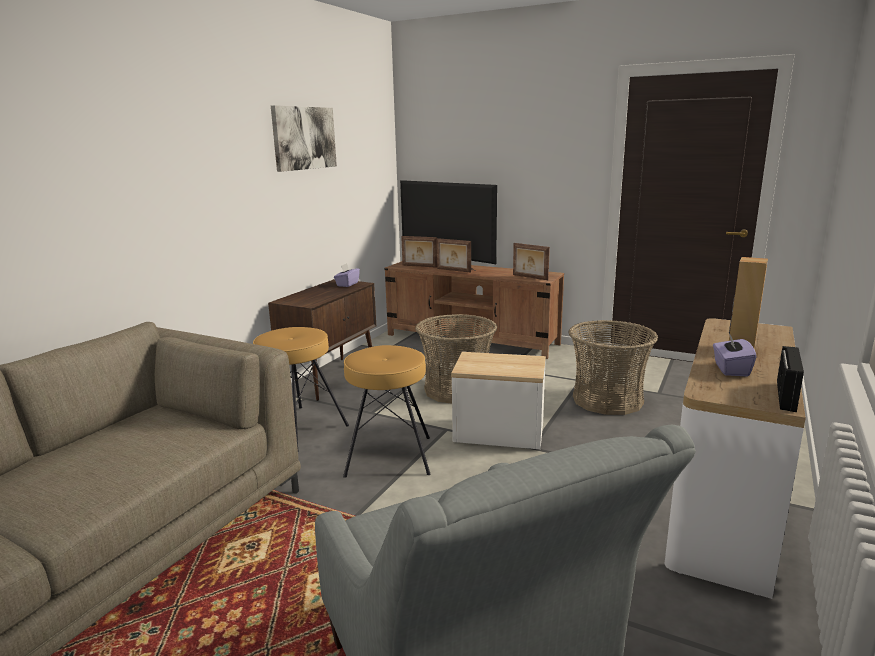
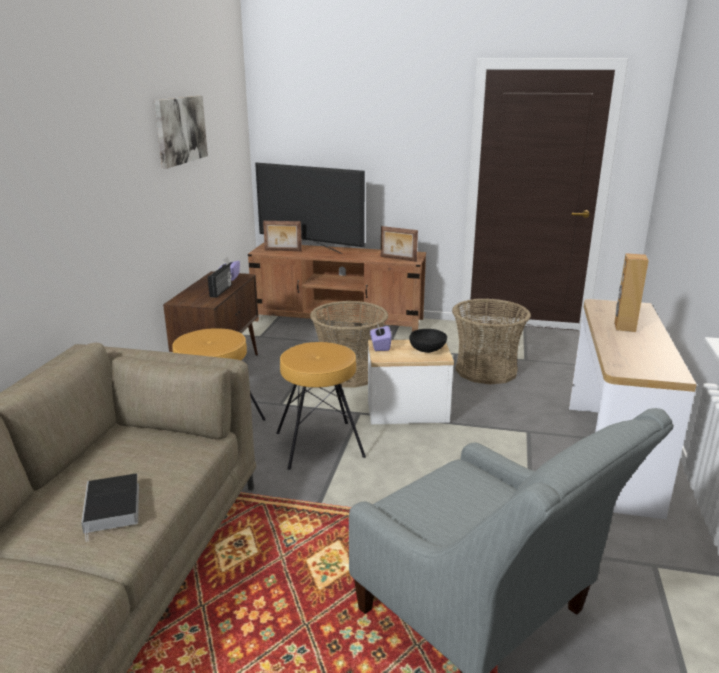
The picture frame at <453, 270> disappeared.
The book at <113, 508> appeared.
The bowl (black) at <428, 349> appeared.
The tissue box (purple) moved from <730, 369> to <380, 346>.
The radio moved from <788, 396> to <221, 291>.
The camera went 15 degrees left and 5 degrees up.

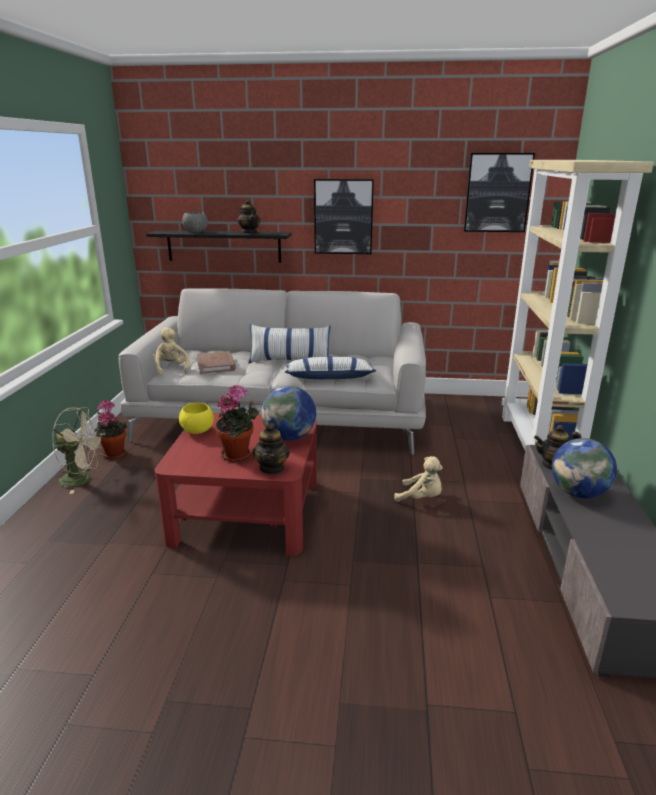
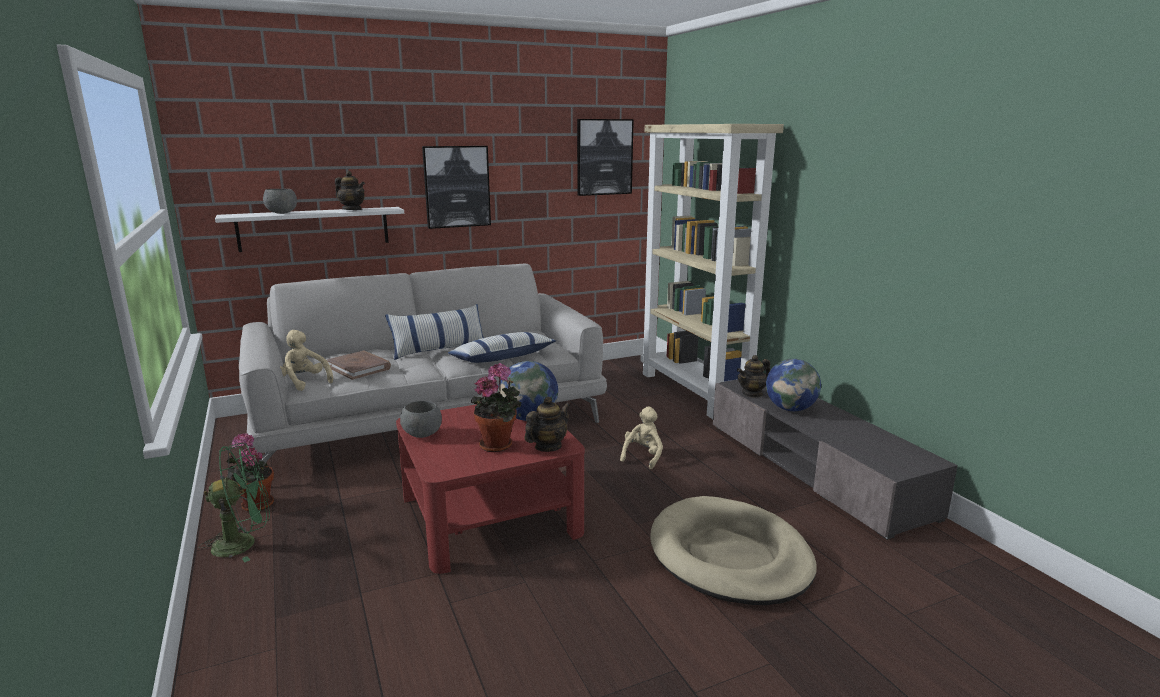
The dog bed (beige) at <729, 556> appeared.
The fan (beige) at <82, 479> became the fan (green) at <244, 543>.
The shelf (black) at <224, 246> became the shelf (white) at <314, 228>.
The bowl (yellow) at <197, 431> became the bowl (grey) at <421, 435>.
The teapot at <272, 468> turned 105 degrees counterclockwise.
The plush toy (beige) at <421, 498> turned 60 degrees counterclockwise.
The camera went 30 degrees left and 5 degrees down.

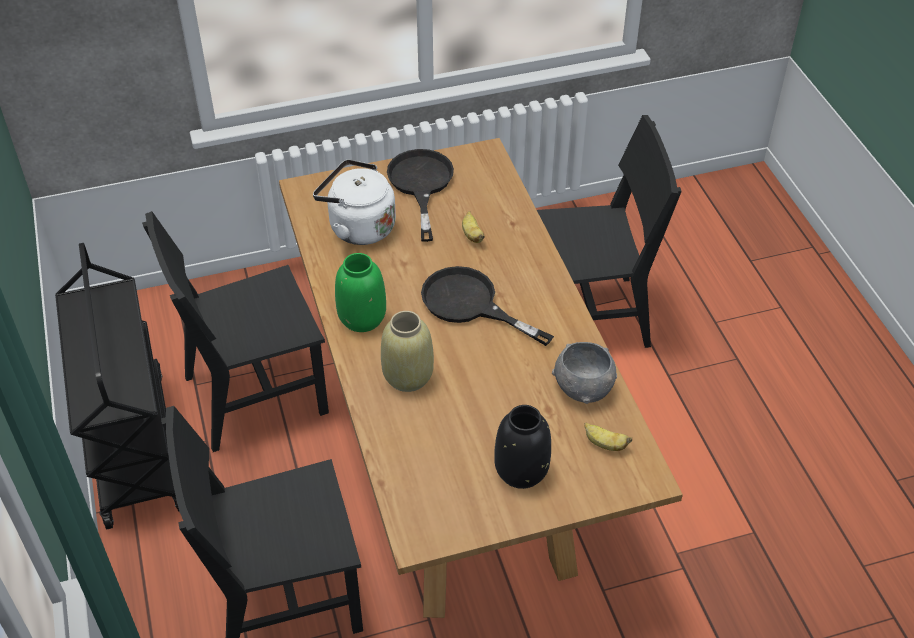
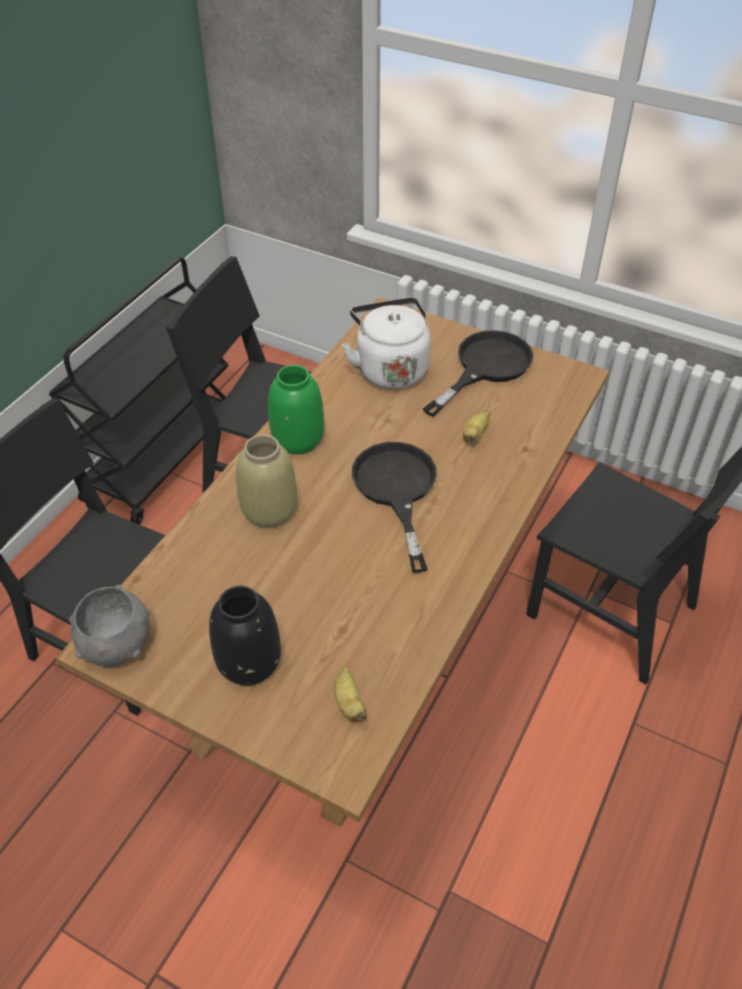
The bowl (grey) moved from <583, 387> to <118, 644>.
The camera went 45 degrees right and 0 degrees up.

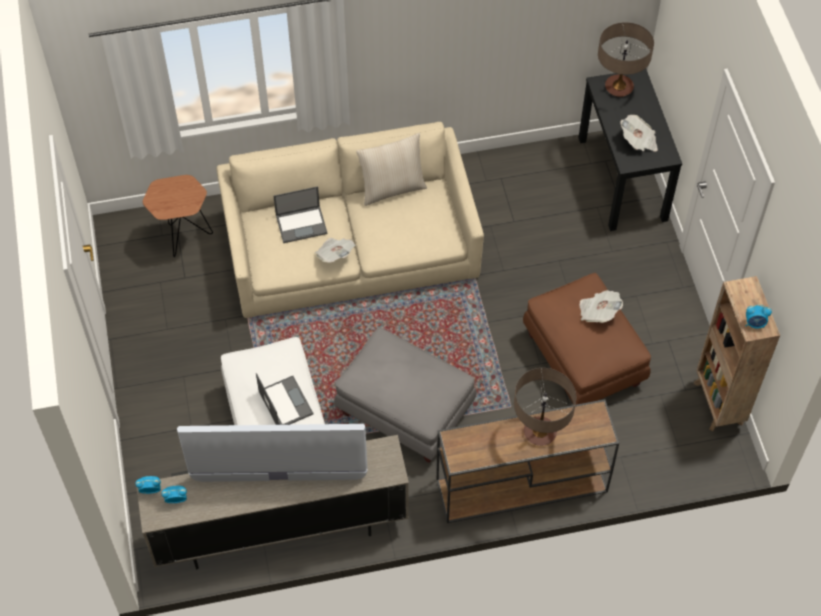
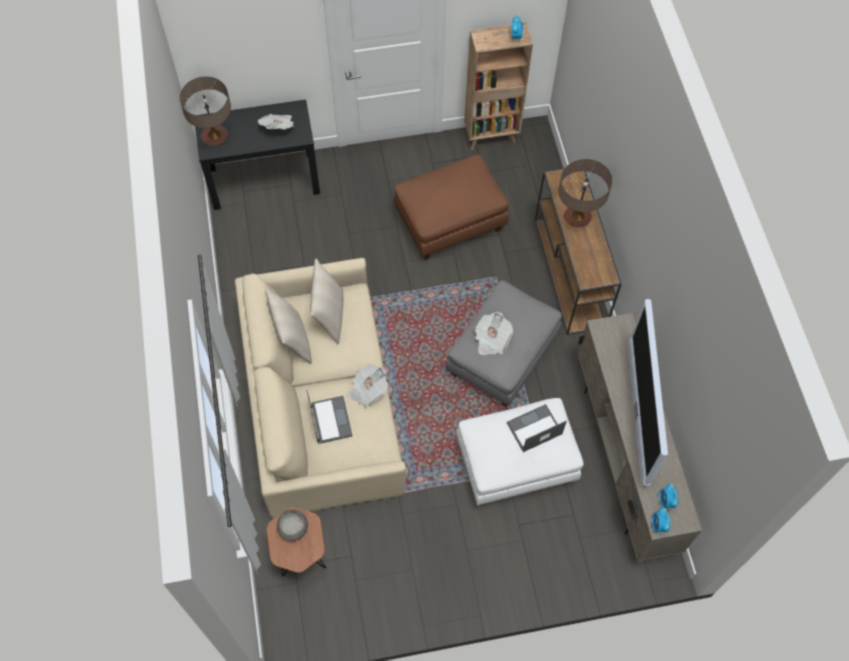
The bowl (grey) at <293, 528> appeared.
The pillow (beige) at <329, 315> appeared.
The newspaper moved from <598, 312> to <491, 340>.
The camera went 90 degrees left and 5 degrees up.

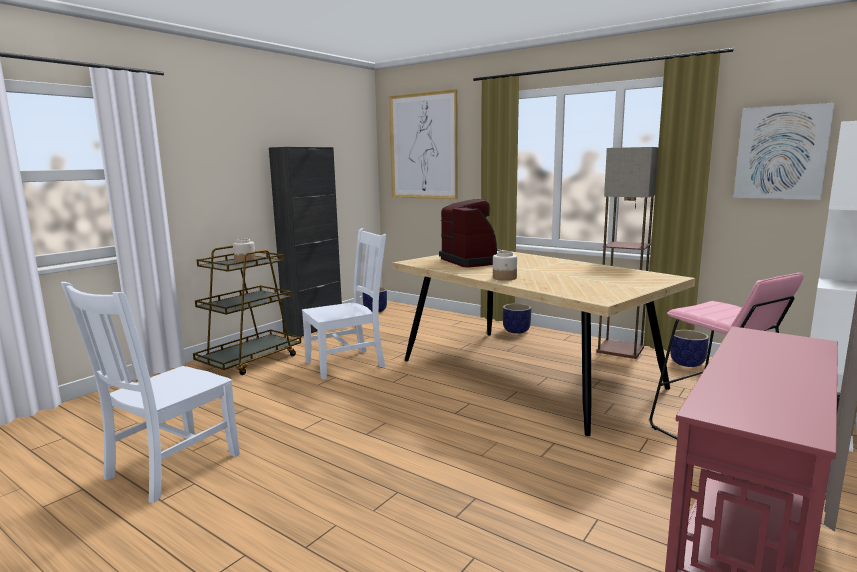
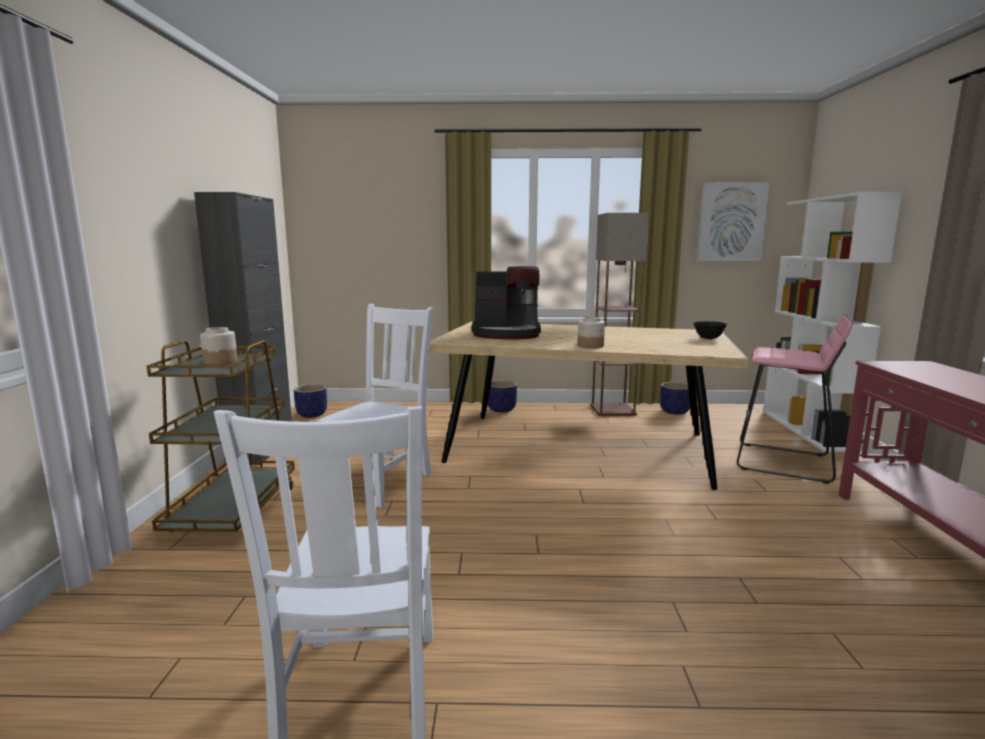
The picture at <423, 146> disappeared.
The bowl (black) at <708, 338> appeared.
The coffee machine at <473, 261> turned 150 degrees clockwise.
The camera went 35 degrees left and 0 degrees up.

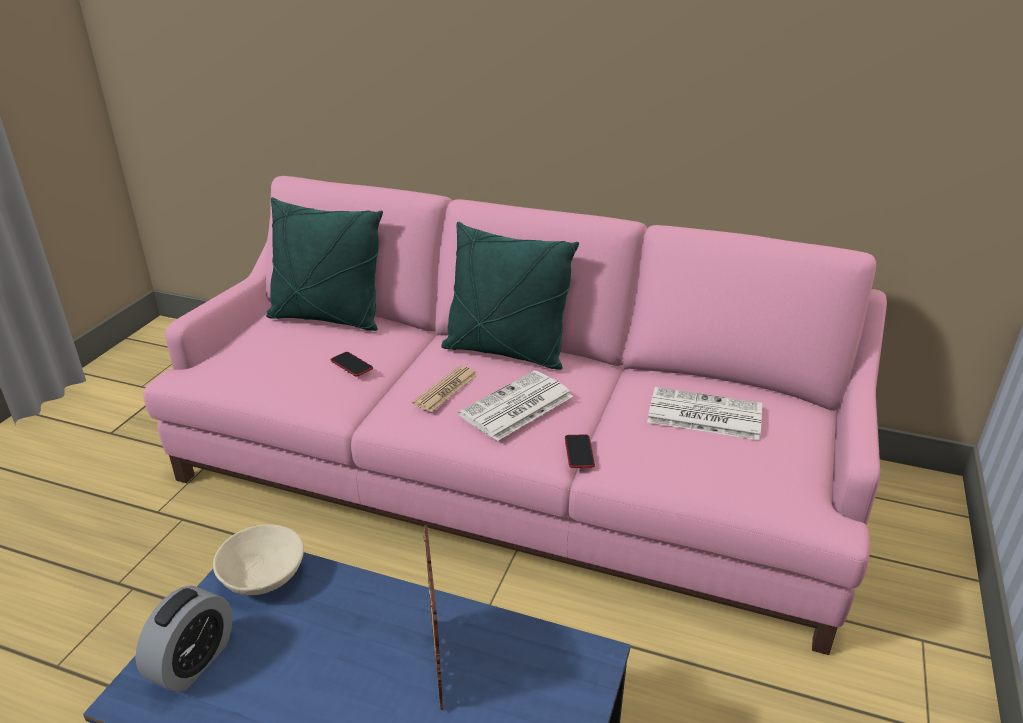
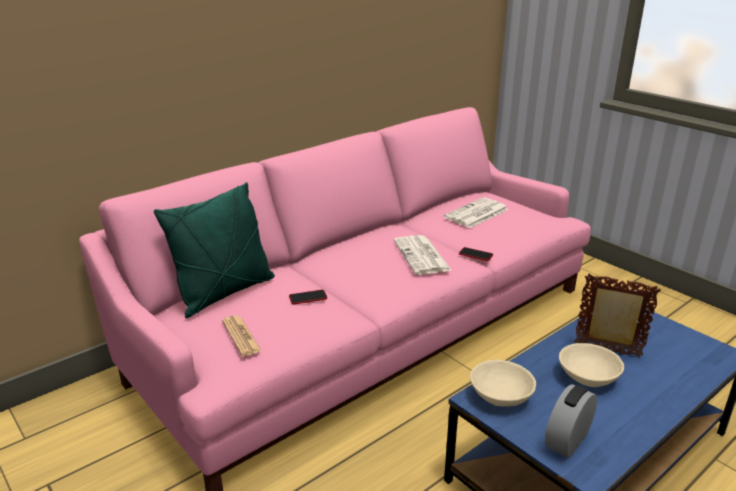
The pillow (green) at <506, 352> disappeared.
The bowl (beige) at <587, 378> appeared.
The newspaper moved from <446, 389> to <241, 336>.
The alarm clock at <193, 662> turned 105 degrees counterclockwise.
The camera went 60 degrees left and 5 degrees down.

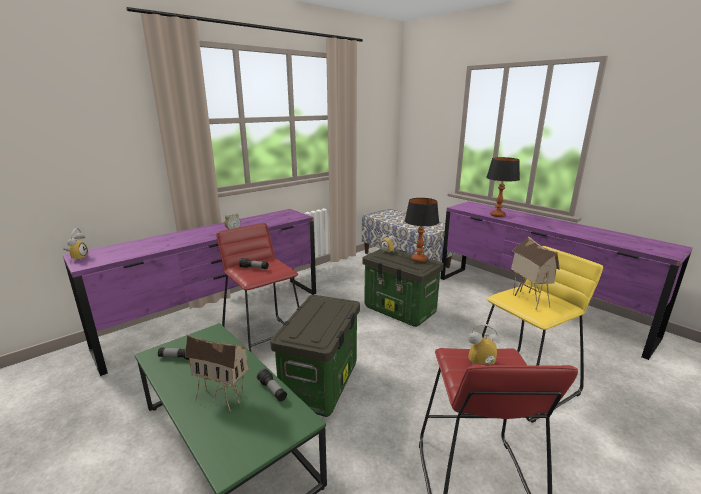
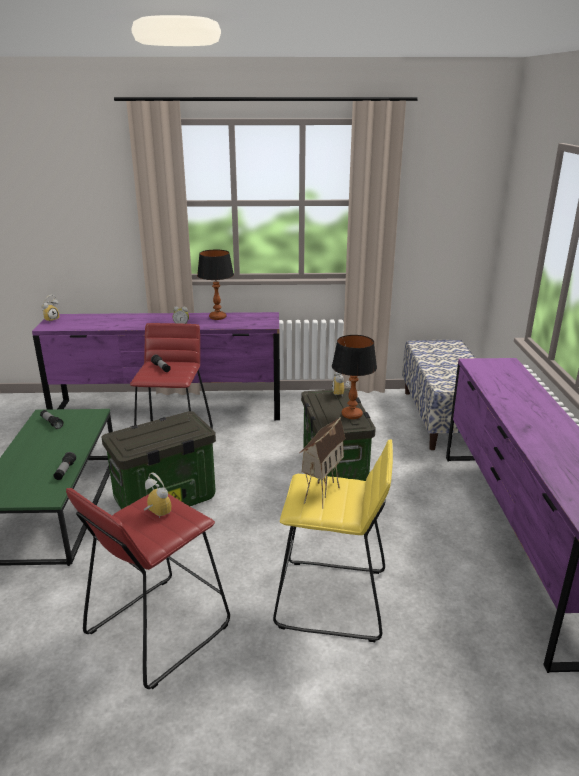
The toy house at <223, 398> disappeared.
The table lamp moved from <497, 215> to <217, 317>.
The camera went 40 degrees right and 5 degrees up.

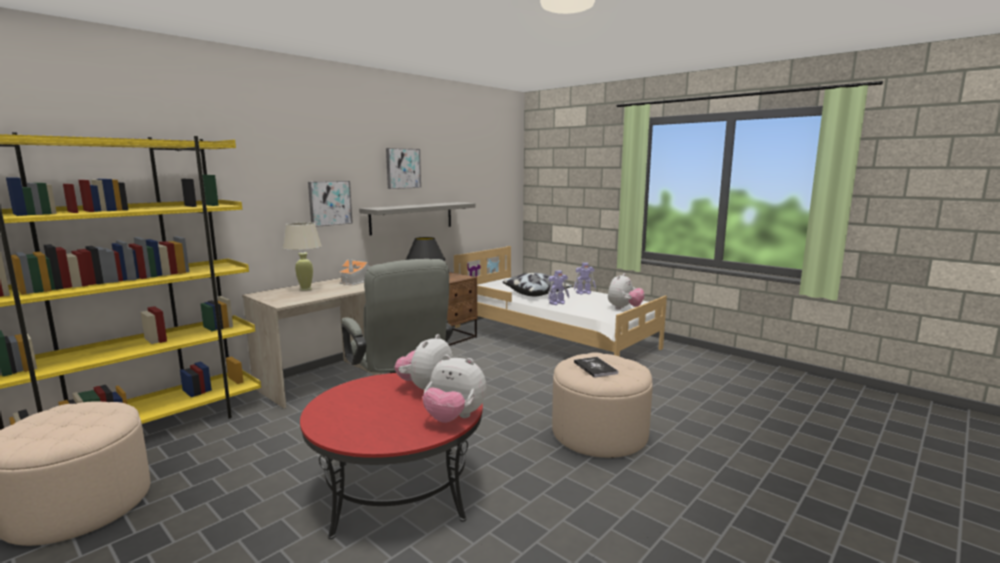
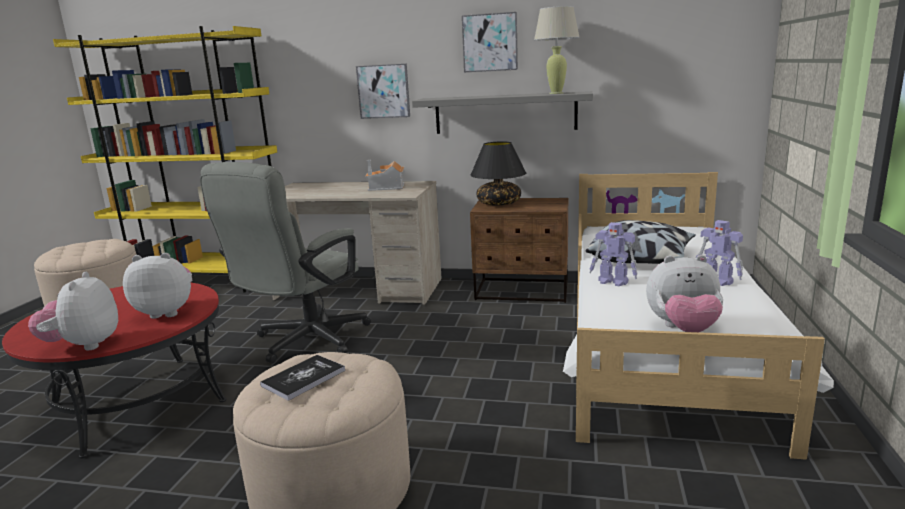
The table lamp (beige) moved from <306, 289> to <556, 93>.
The camera went 60 degrees right and 5 degrees up.

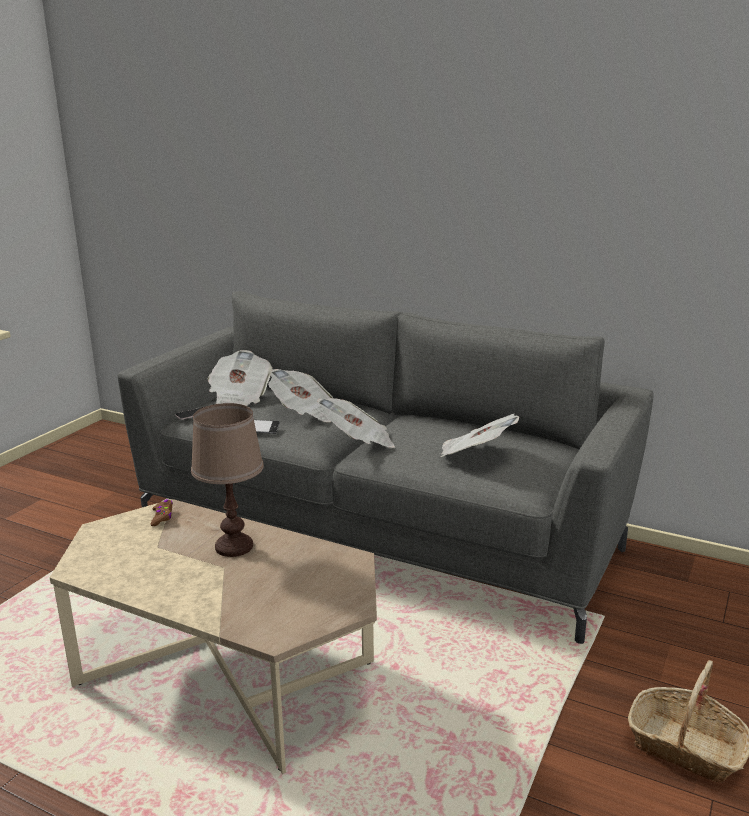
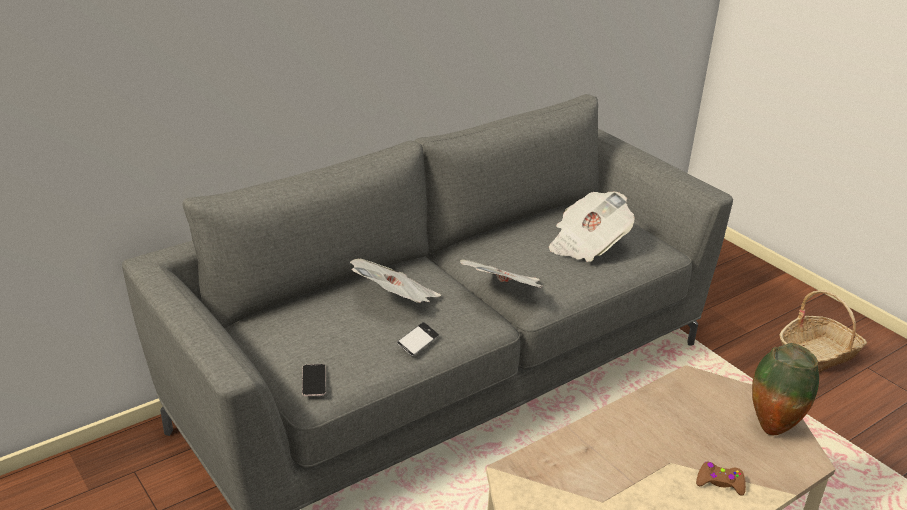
The table lamp (brown) at <234, 546> disappeared.
The newspaper at <239, 397> disappeared.
The vase at <771, 428> appeared.
The game controller (brown) moved from <162, 517> to <720, 482>.
The camera went 65 degrees left and 10 degrees up.

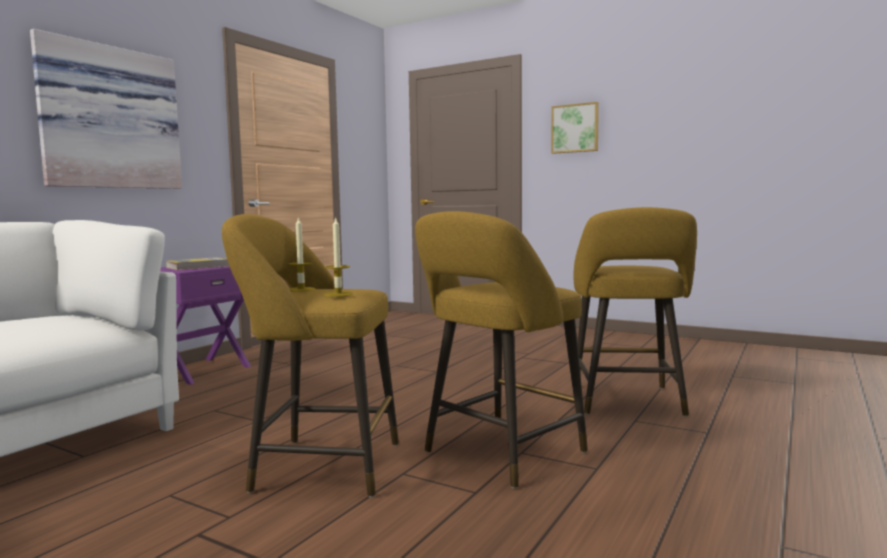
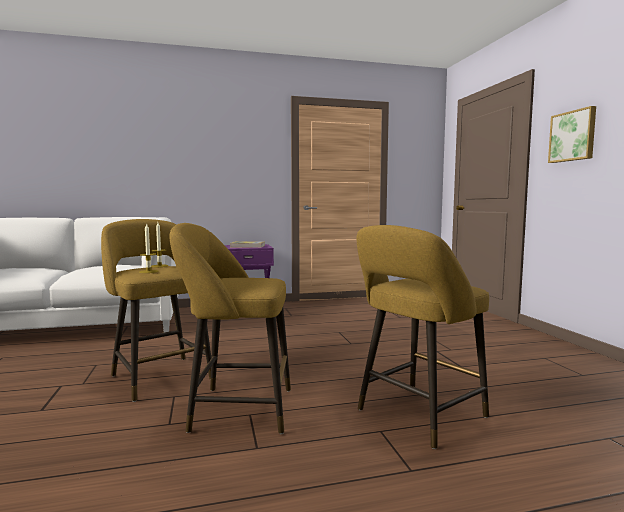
The picture at <109, 118> disappeared.
The camera went 45 degrees right and 0 degrees up.

